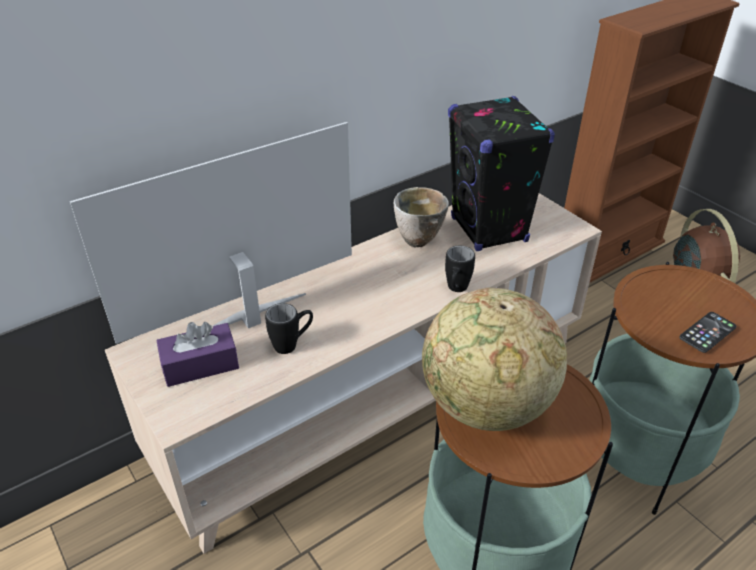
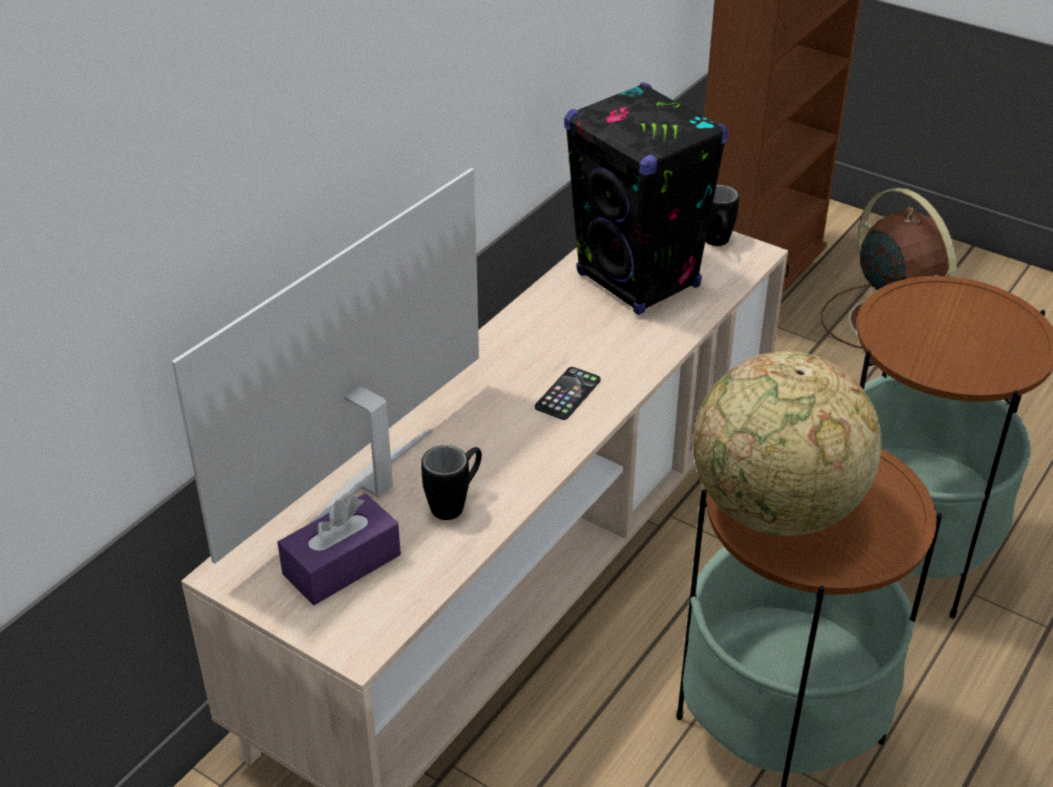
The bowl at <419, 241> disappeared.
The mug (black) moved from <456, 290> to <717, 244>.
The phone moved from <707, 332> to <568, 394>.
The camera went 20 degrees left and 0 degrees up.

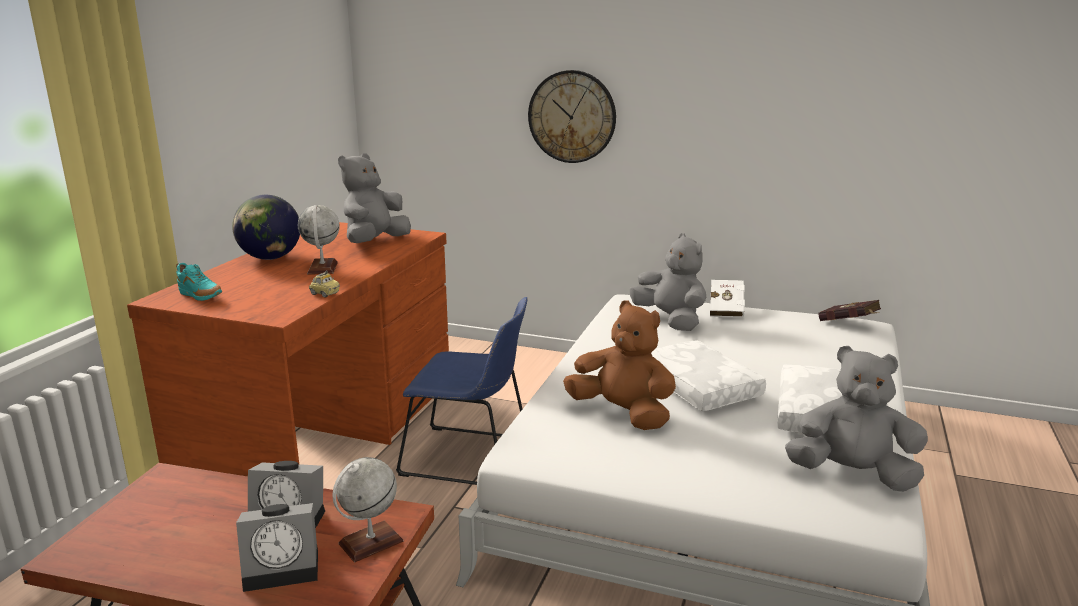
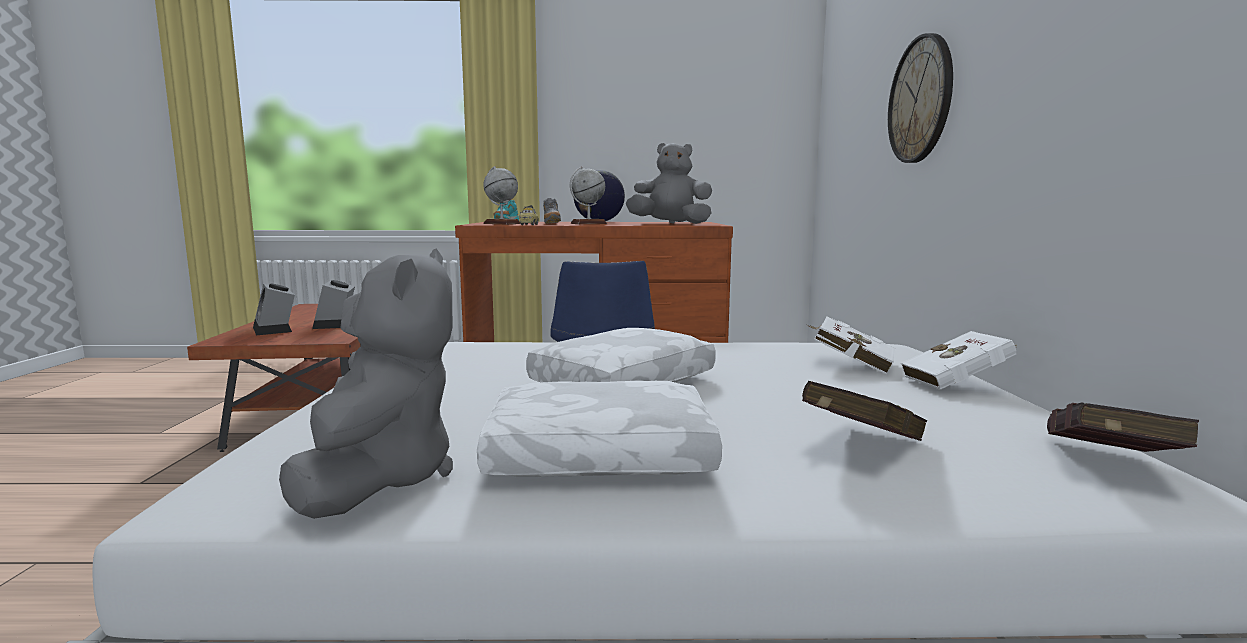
The plush toy (brown) at <622, 414> disappeared.
The shoe (grey) at <551, 224> appeared.
The book (red) at <858, 444> appeared.
The globe moved from <370, 542> to <501, 223>.
The plush toy (grey) at <670, 320> was replaced by the book (white) at <849, 364>.
The camera went 70 degrees right and 10 degrees down.

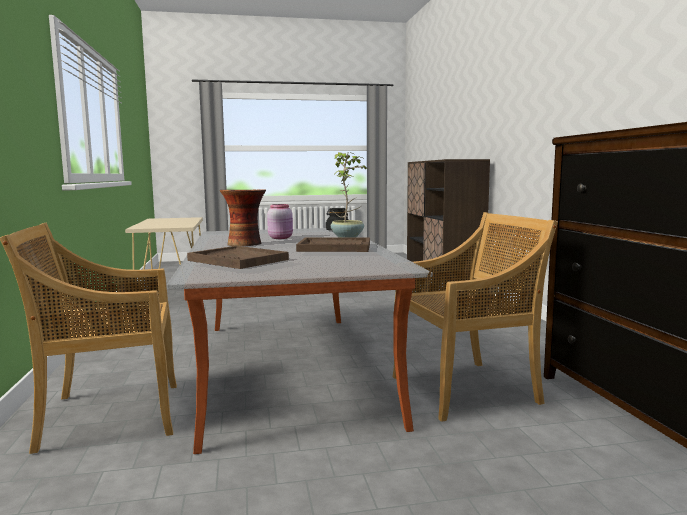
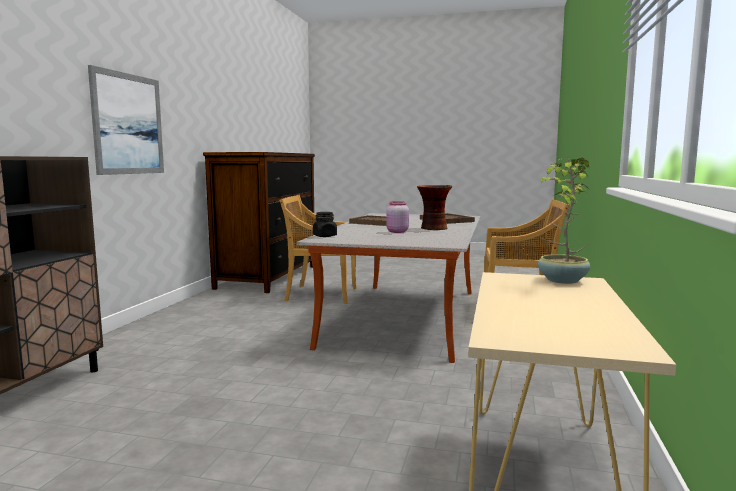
The picture at <128, 124> appeared.
The potted plant moved from <348, 237> to <561, 280>.
The camera went 155 degrees left and 0 degrees up.

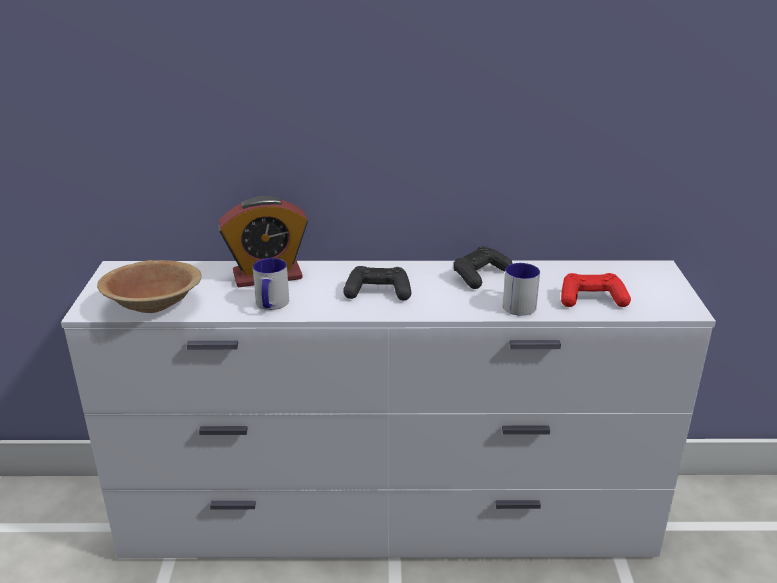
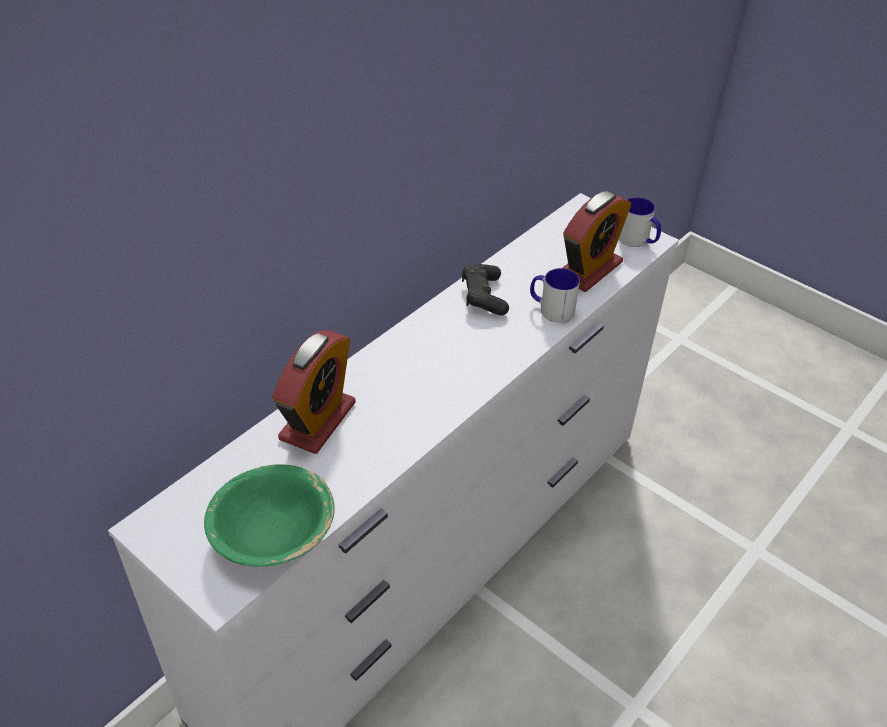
The game controller (black) at <378, 292> disappeared.
The mug moved from <271, 305> to <638, 240>.
The game controller (red) at <592, 299> was replaced by the alarm clock at <589, 270>.
The bowl (brown) at <154, 304> became the bowl (green) at <273, 535>.
The camera went 50 degrees left and 15 degrees up.

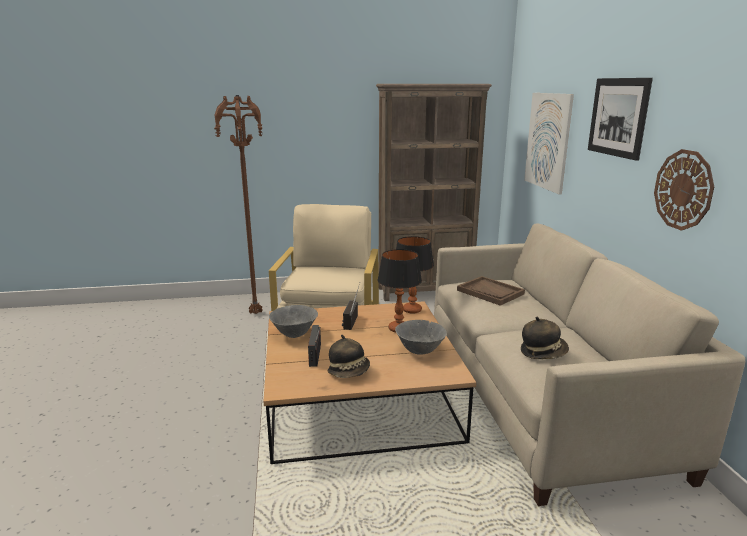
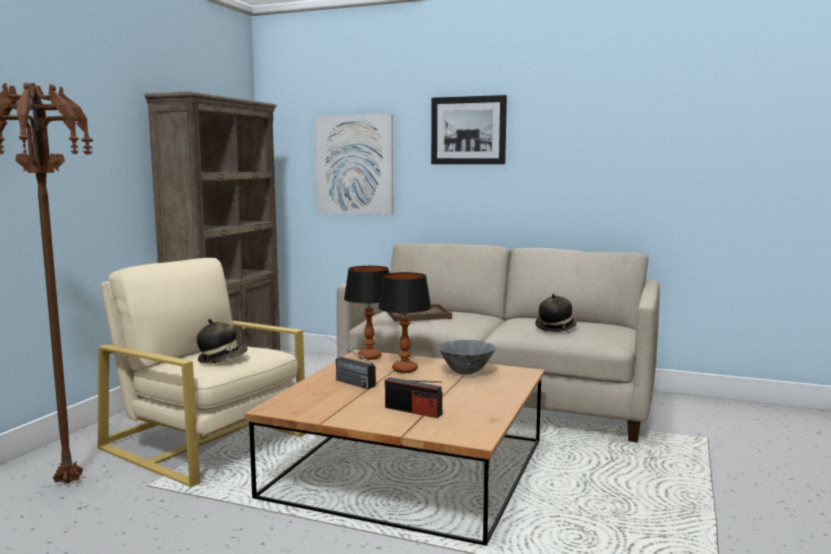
The bowl (grey) at <294, 334> disappeared.
The wall clock at <683, 190> disappeared.
The hat moved from <349, 372> to <222, 359>.
The camera went 60 degrees left and 10 degrees down.

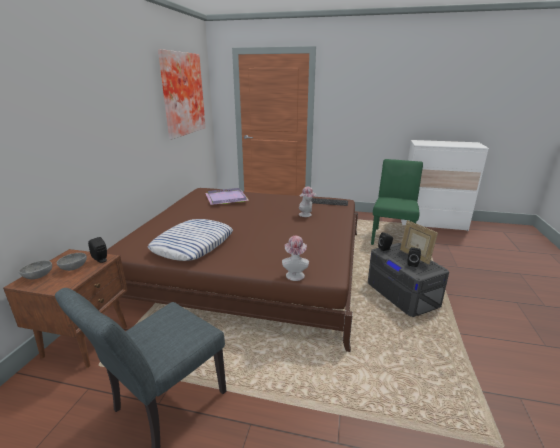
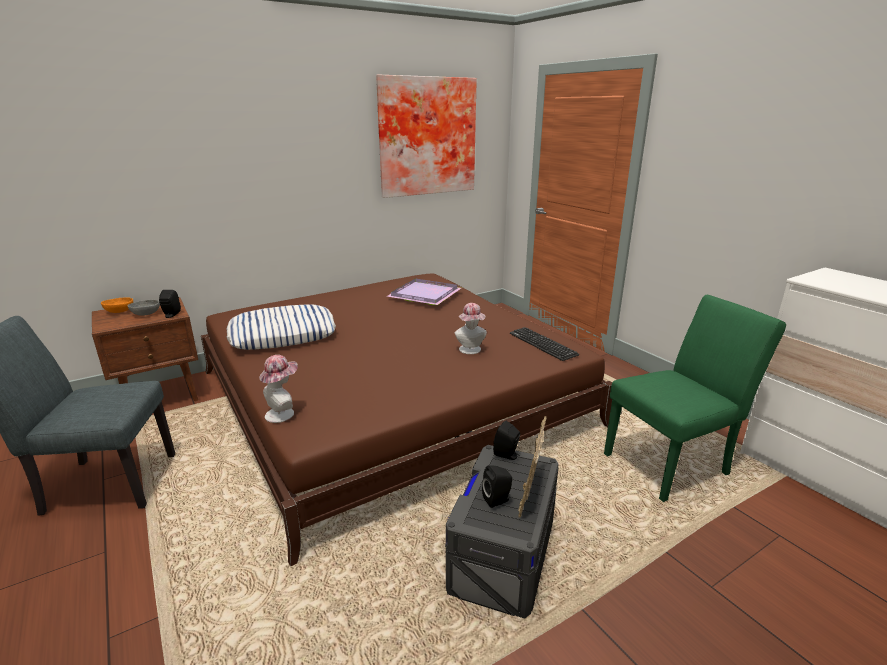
The bowl (grey) at <38, 276> became the bowl (orange) at <119, 311>.
The camera went 45 degrees right and 0 degrees up.

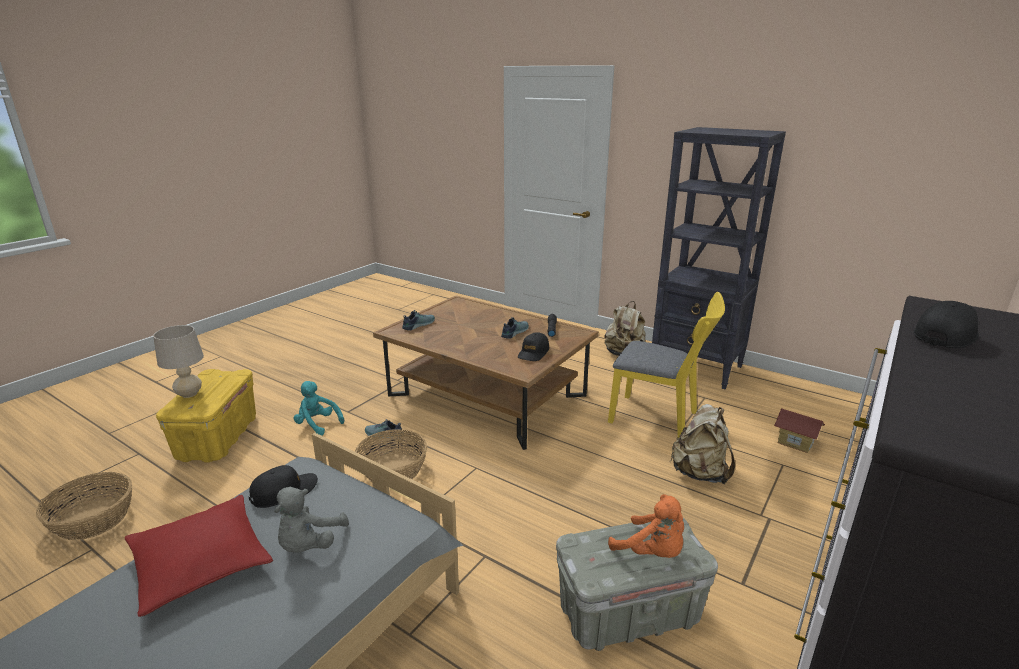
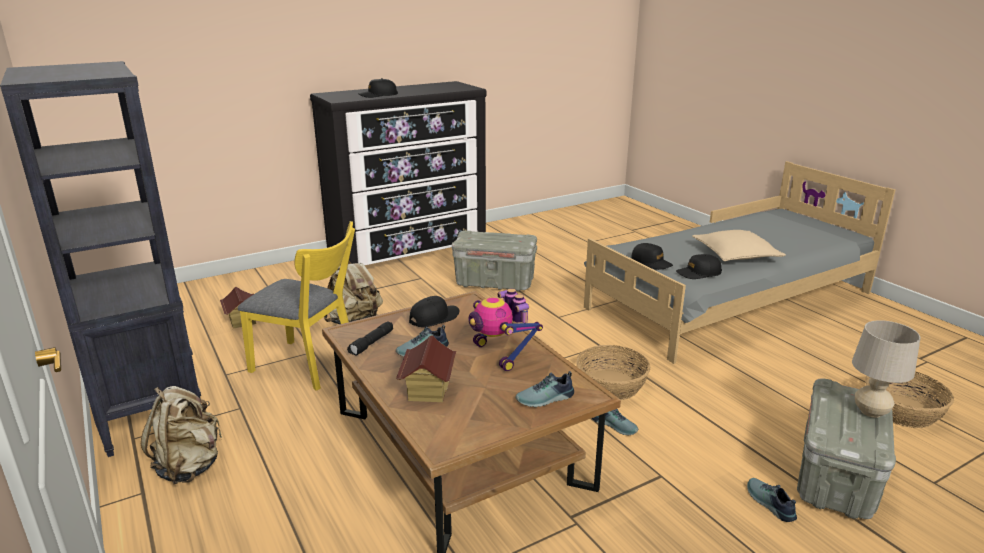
The plush toy (grey) at <309, 544> disappeared.
The plush toy (turquoise) at <317, 424> disappeared.
The plush toy (orange) at <651, 552> disappeared.
The toy house at <428, 390> appeared.
The toy robot at <500, 354> appeared.
The cap (black) at <651, 262> appeared.
The shoe at <769, 504> appeared.
The pillow (red) at <201, 562> became the pillow (beige) at <735, 255>.
The storage box (yellow) at <218, 438> became the storage box (grey) at <836, 479>.
The chair (yellow) at <660, 419> turned 150 degrees clockwise.
The camera went 155 degrees left and 0 degrees up.

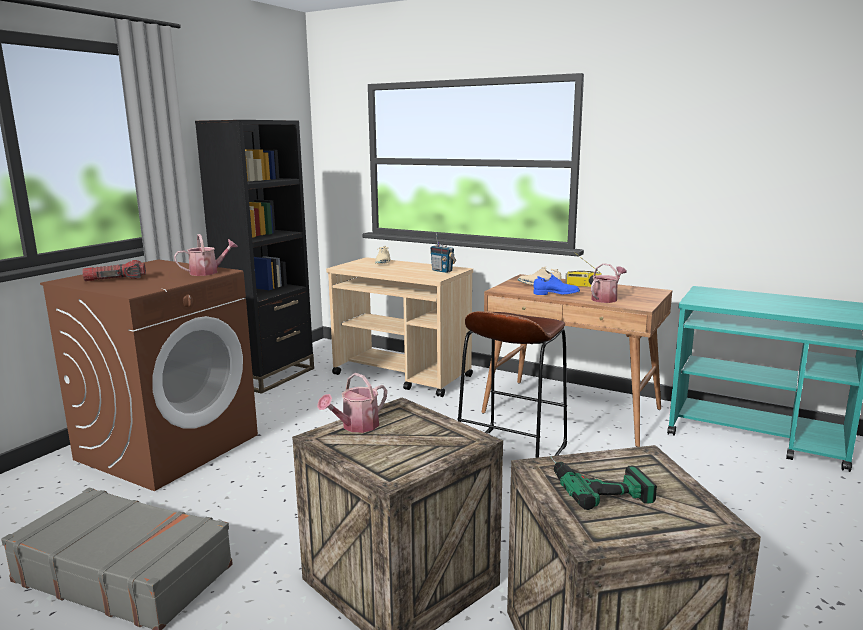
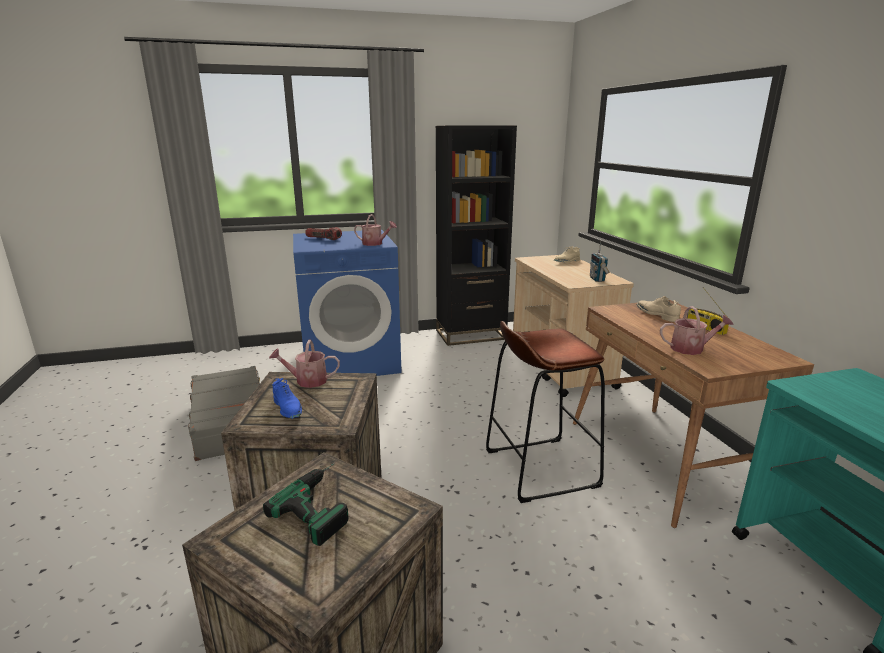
The shoe (blue) moved from <556, 294> to <288, 409>.
The washing machine (brown) at <169, 446> became the washing machine (blue) at <351, 360>.
The camera went 45 degrees right and 5 degrees up.

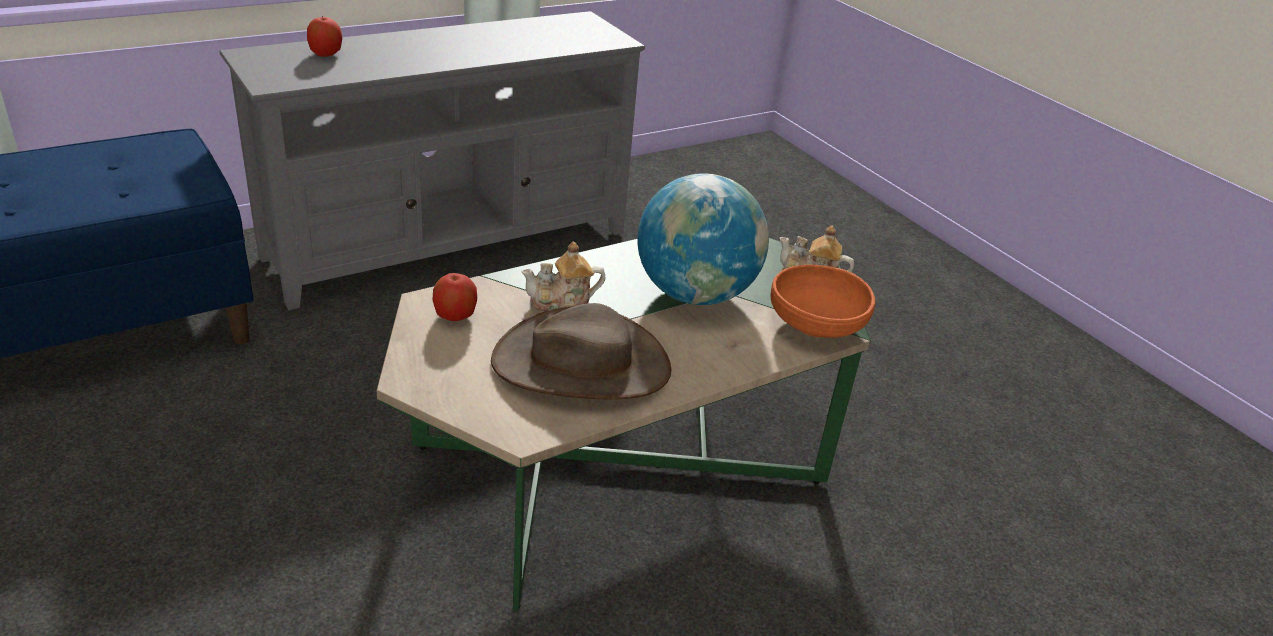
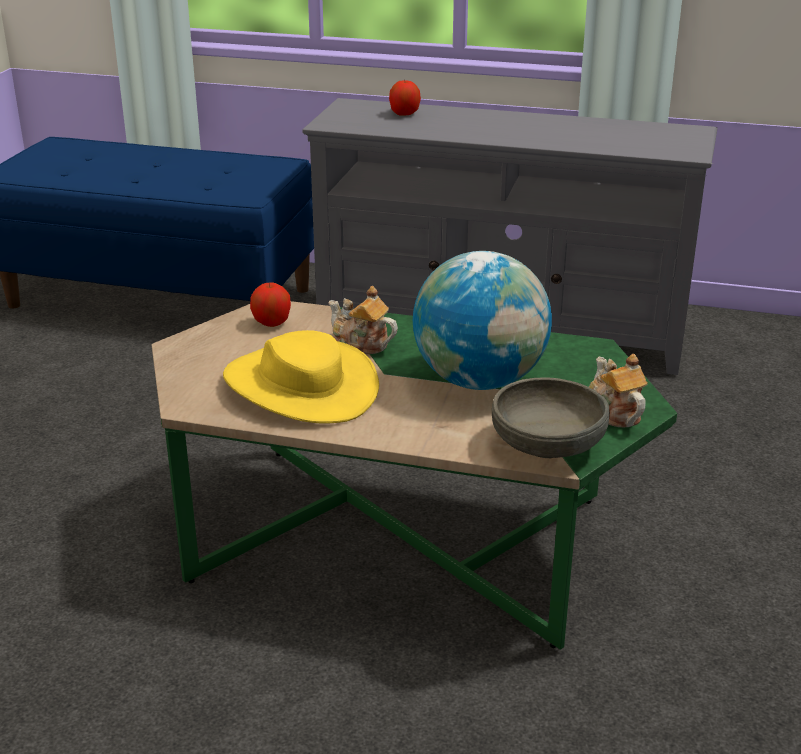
The hat (brown) at <581, 364> became the hat (yellow) at <301, 385>.
The bowl (orange) at <816, 325> became the bowl (grey) at <547, 446>.
The camera went 50 degrees right and 5 degrees down.

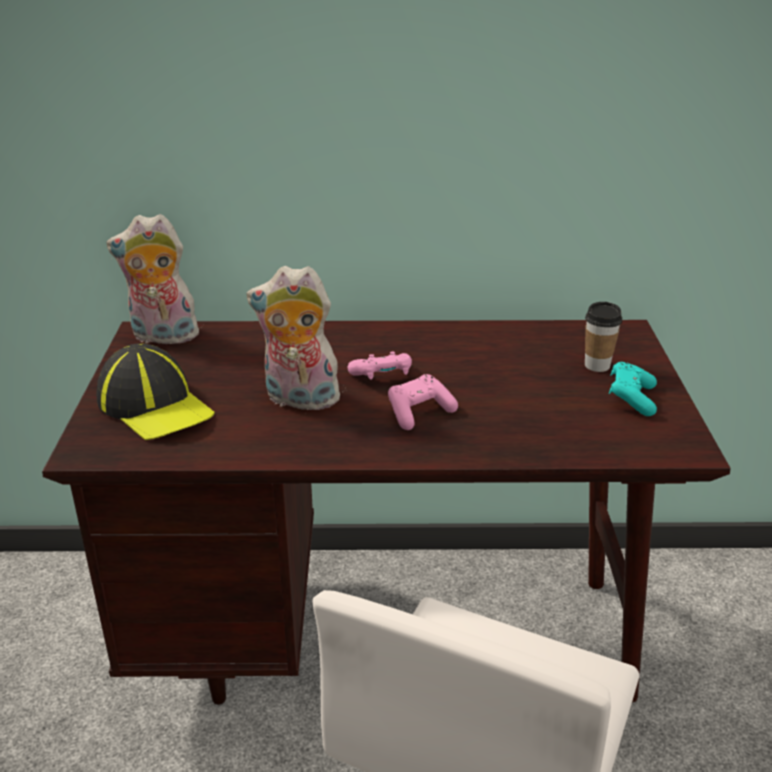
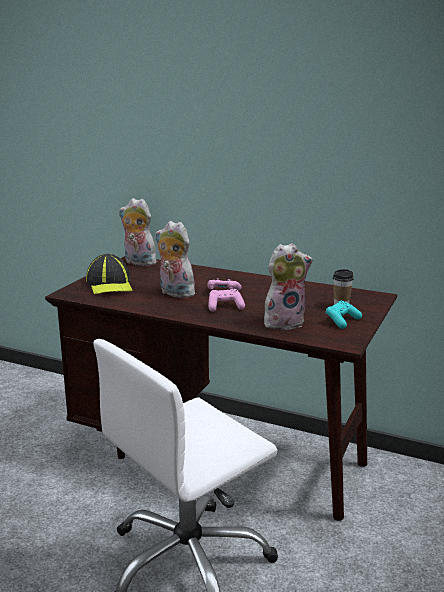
The plush toy at <284, 322> appeared.
The camera went 25 degrees right and 10 degrees down.

